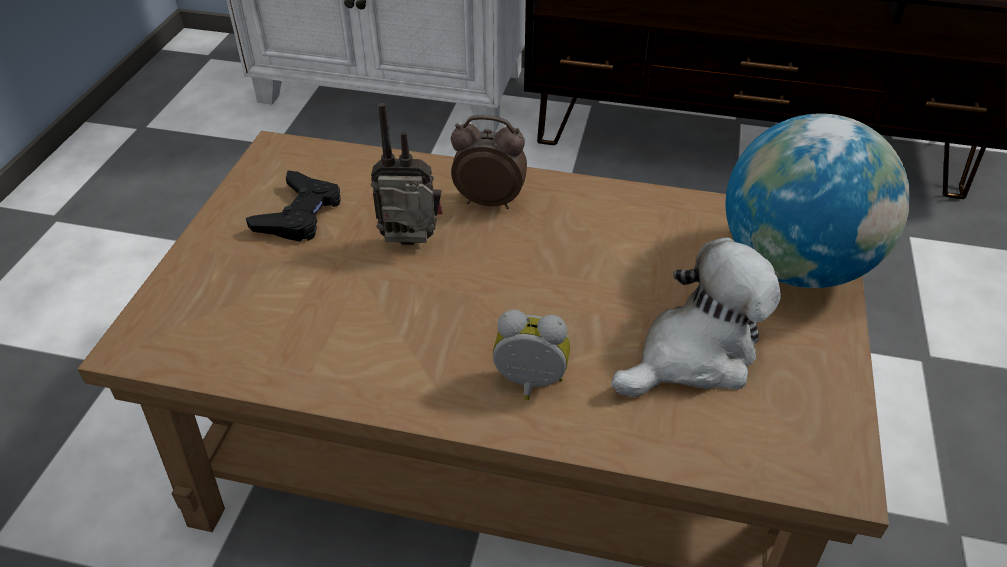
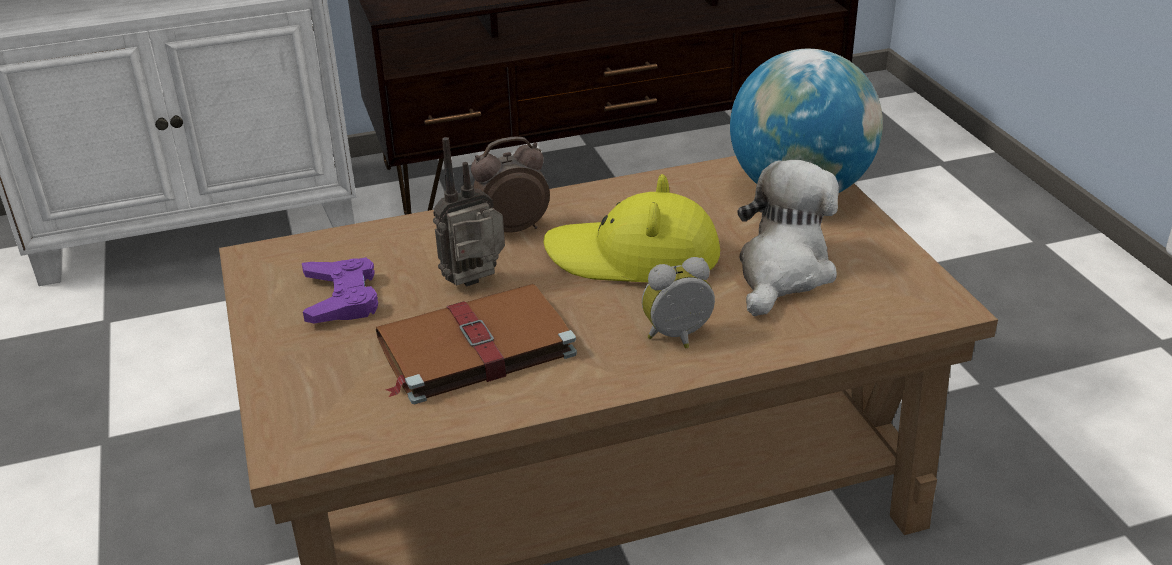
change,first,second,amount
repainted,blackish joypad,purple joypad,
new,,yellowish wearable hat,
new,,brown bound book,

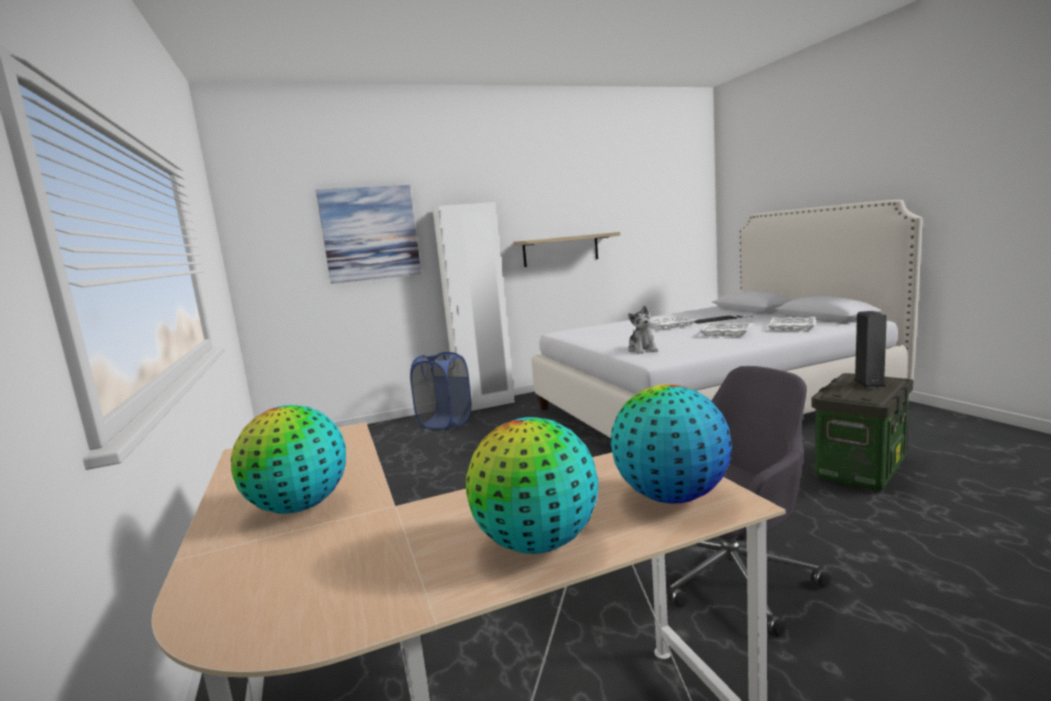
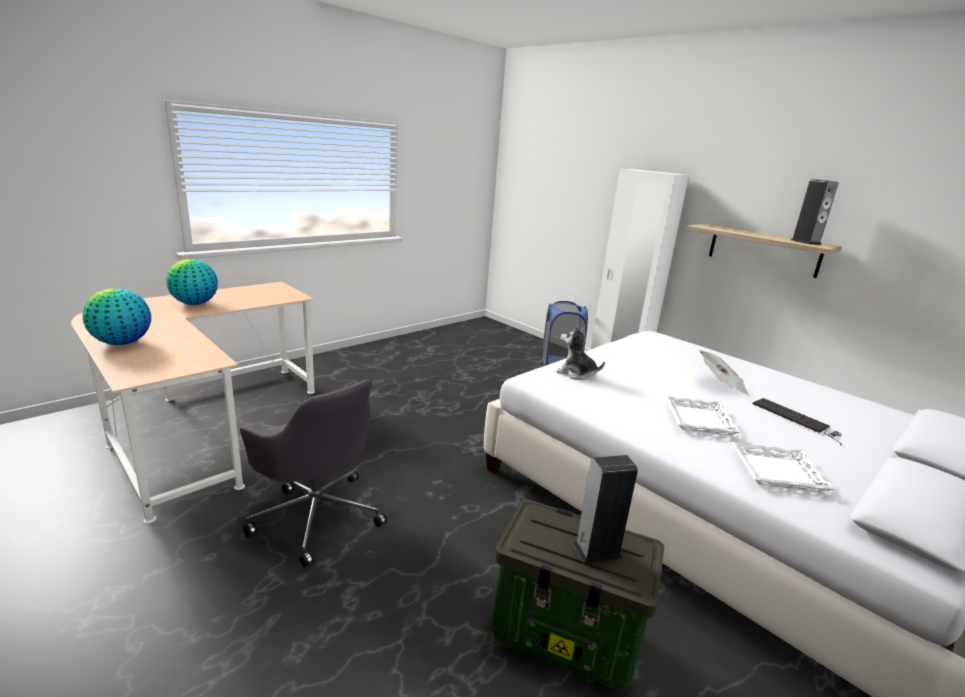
change,first,second,amount
gone,picture,,
rotated,cuddly toy,,60 degrees clockwise
swapped,white serving tray (no. 1 from left),daily paper,
gone,globe (no. 3 from left),,
new,,speaker (no. 2 from left),

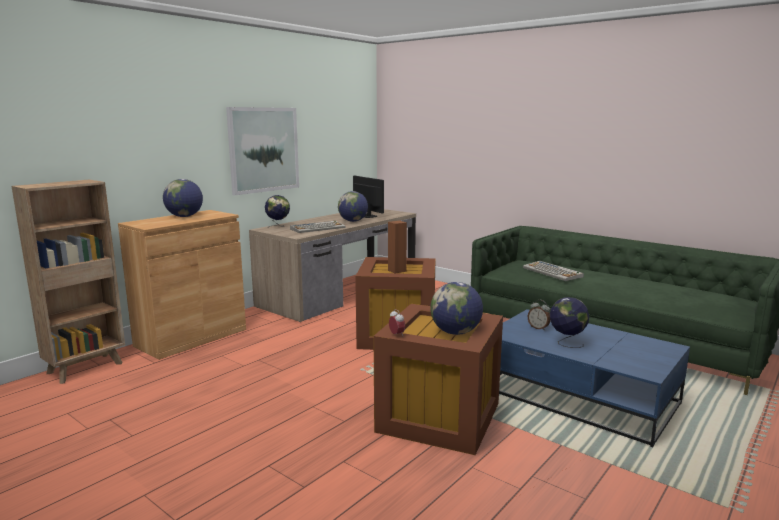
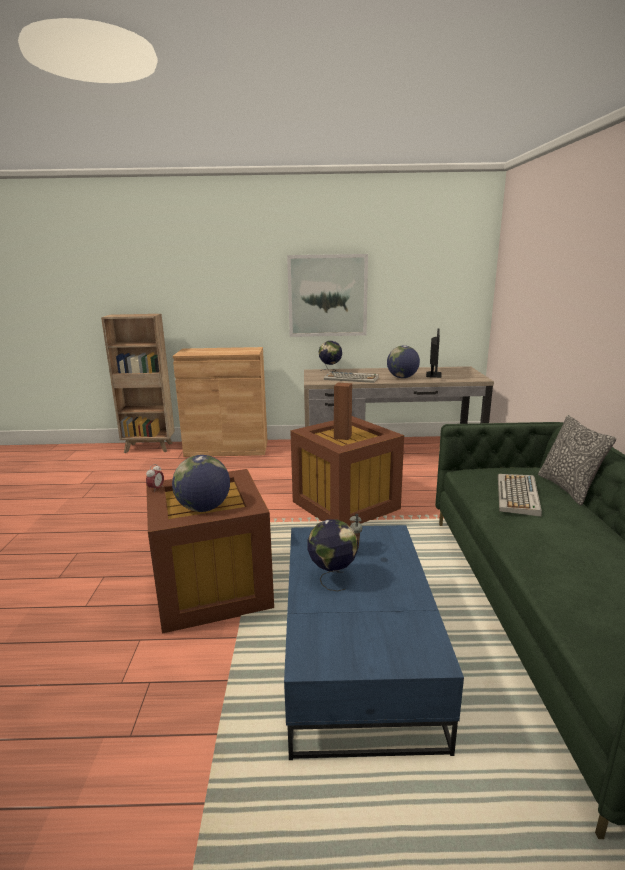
change,first,second,amount
gone,globe (no. 1 from left),,
new,,cushion,

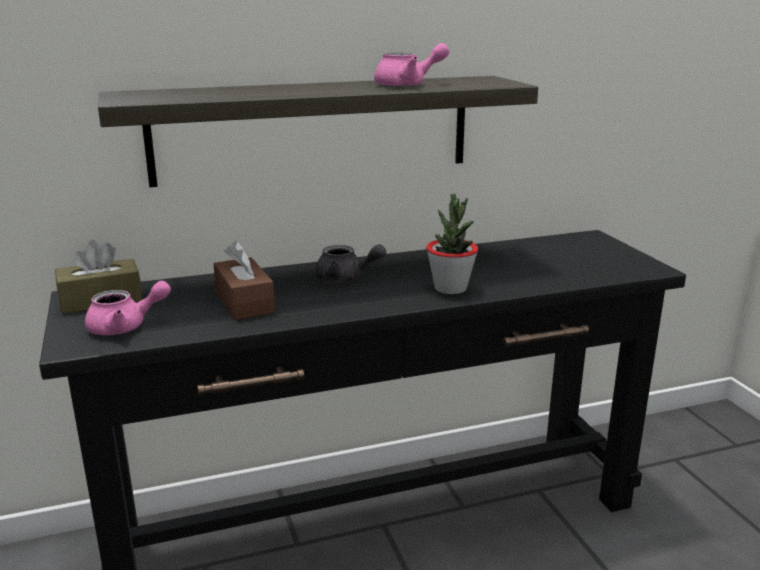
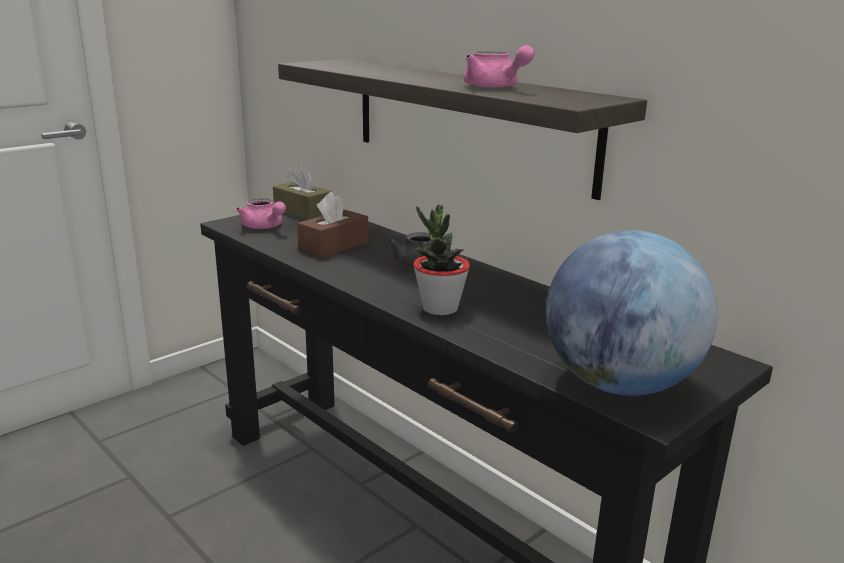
change,first,second,amount
new,,globe,

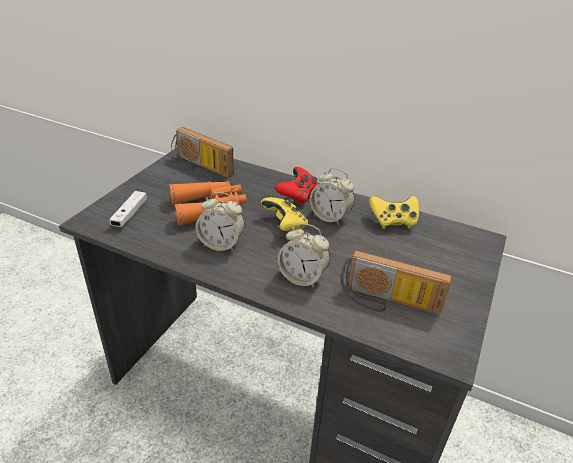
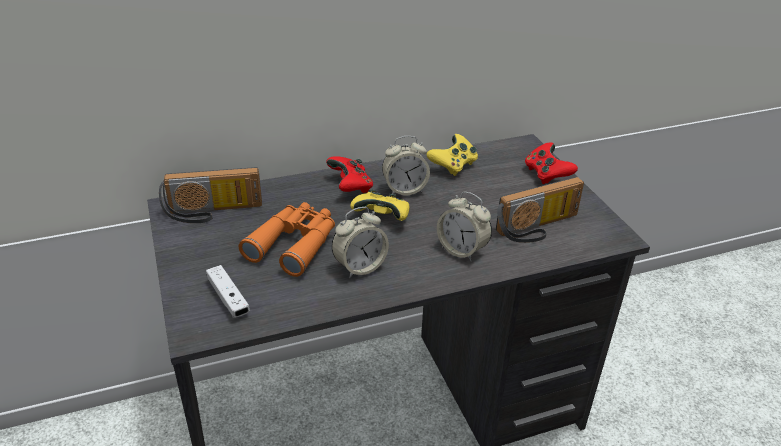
change,first,second,amount
rotated,table clock (no. 2 from left in the first image),table clock (no. 3 from left),60 degrees clockwise
new,,red joypad (no. 2 from left),

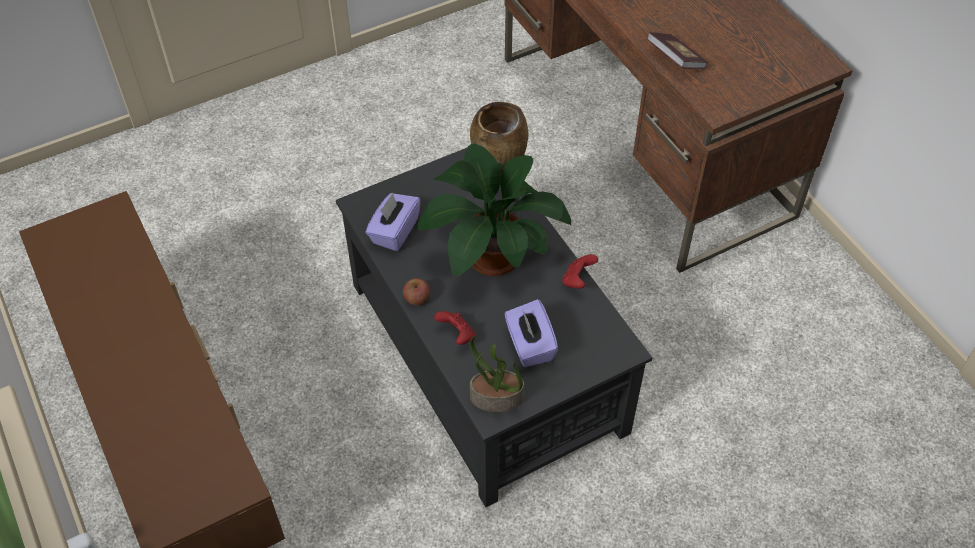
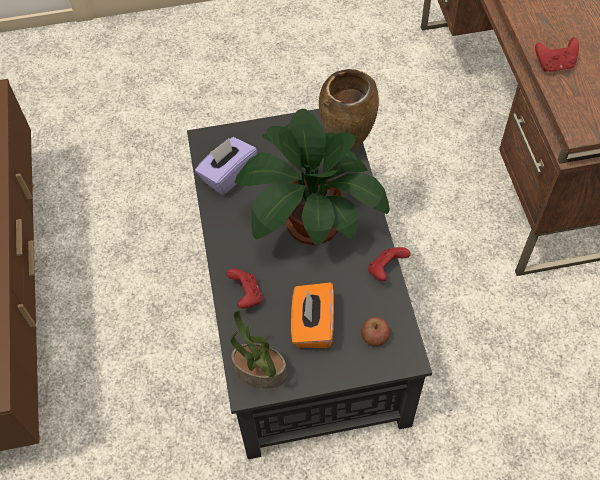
change,first,second,amount
swapped,bound book,red joypad (no. 3 from left),
shifted,apple,,
repainted,purple box of tissues (no. 2 from left),orange-coloured box of tissues,

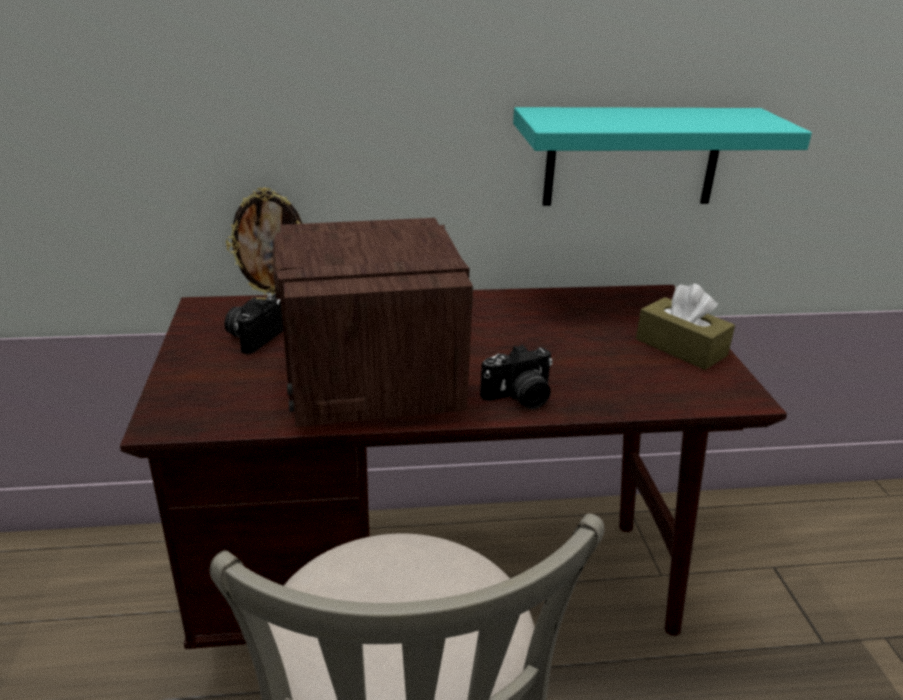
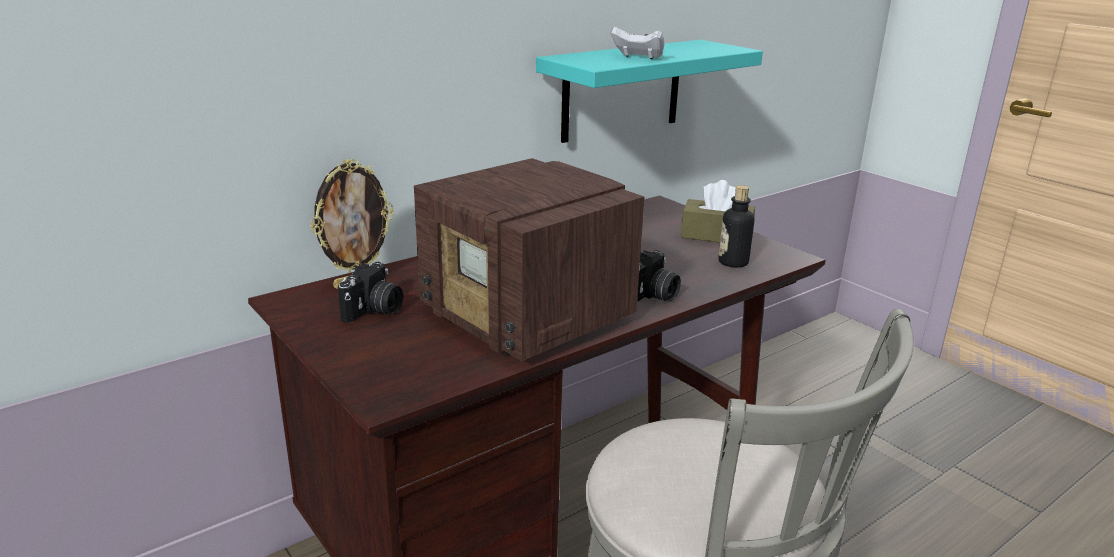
change,first,second,amount
rotated,still camera (no. 1 from left),,150 degrees counterclockwise
new,,white joypad,
new,,drink bottle,

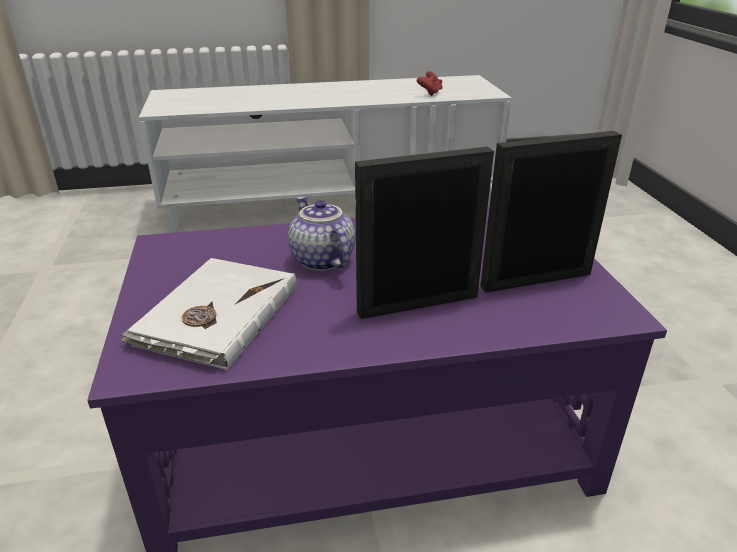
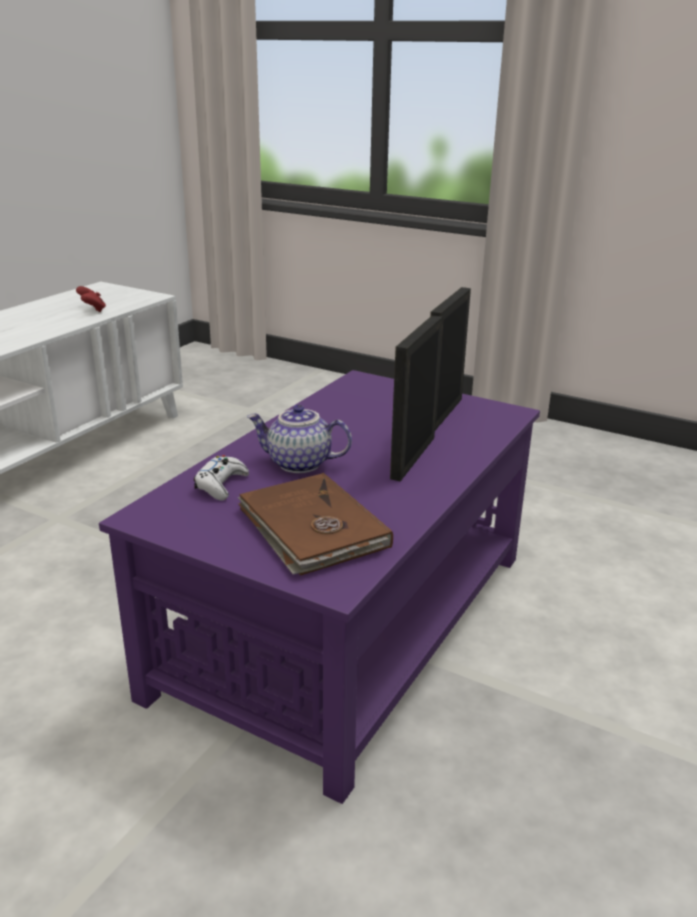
change,first,second,amount
repainted,white bound book,brown bound book,
new,,white joypad,

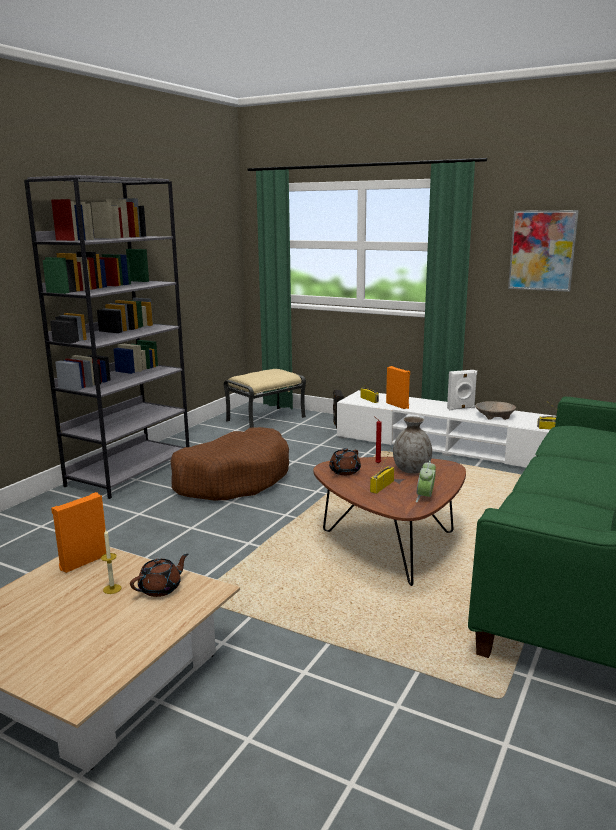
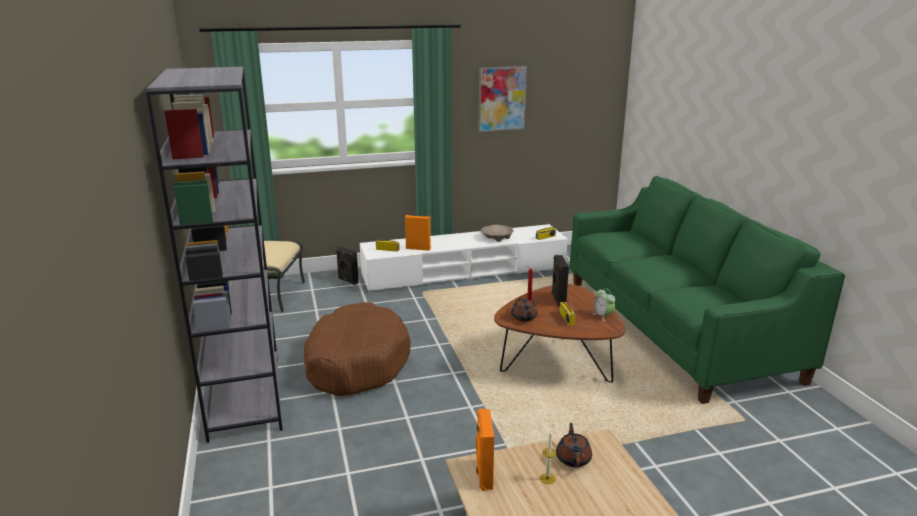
change,first,second,amount
gone,white speaker,,
swapped,grey vase,blackish speaker (no. 2 from left),

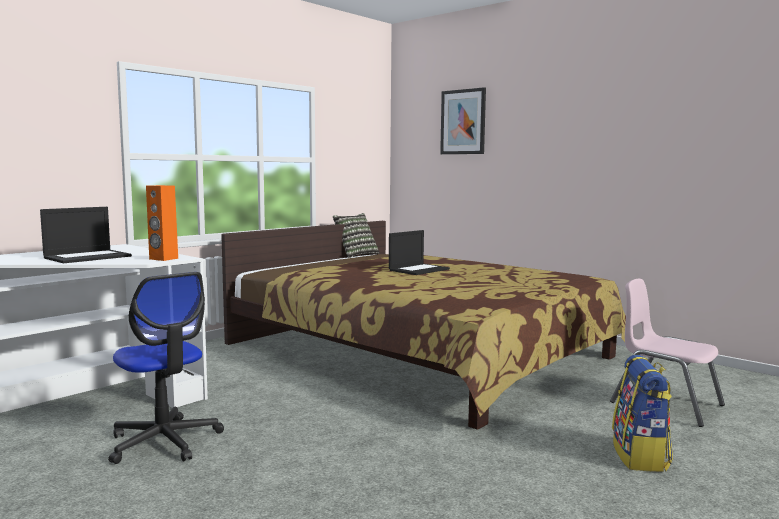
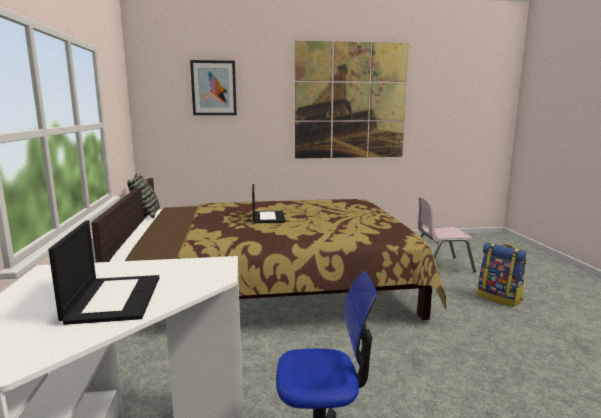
change,first,second,amount
gone,orange-coloured speaker,,
new,,picture (no. 2 from left),

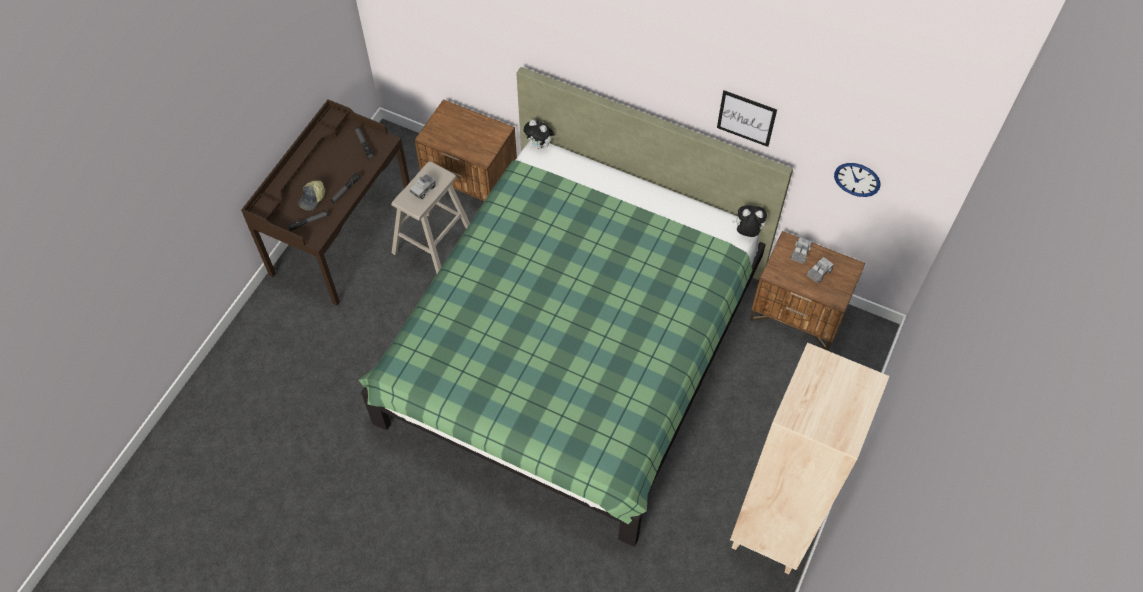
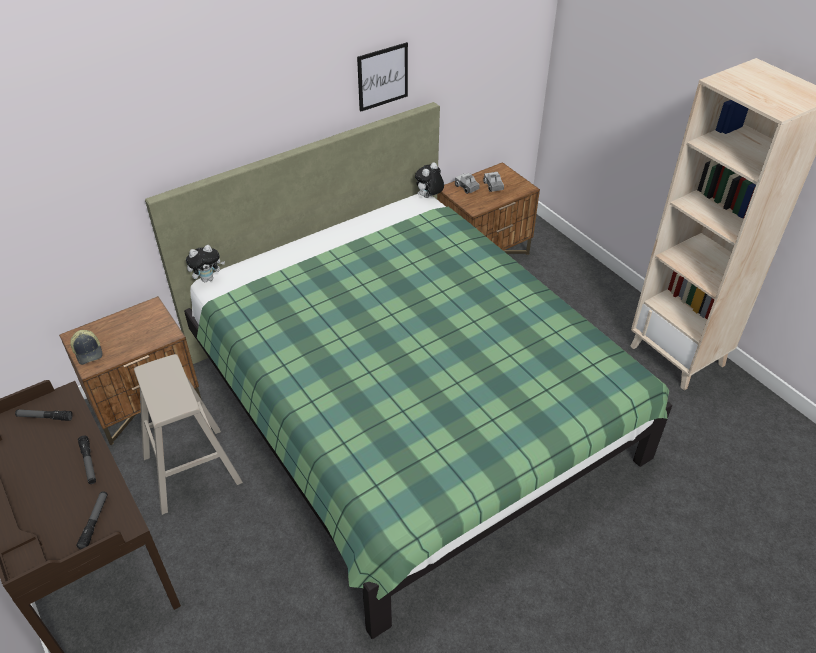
change,first,second,amount
gone,wall clock,,
gone,toy lorry (no. 1 from left),,
shifted,peaked cap,,

